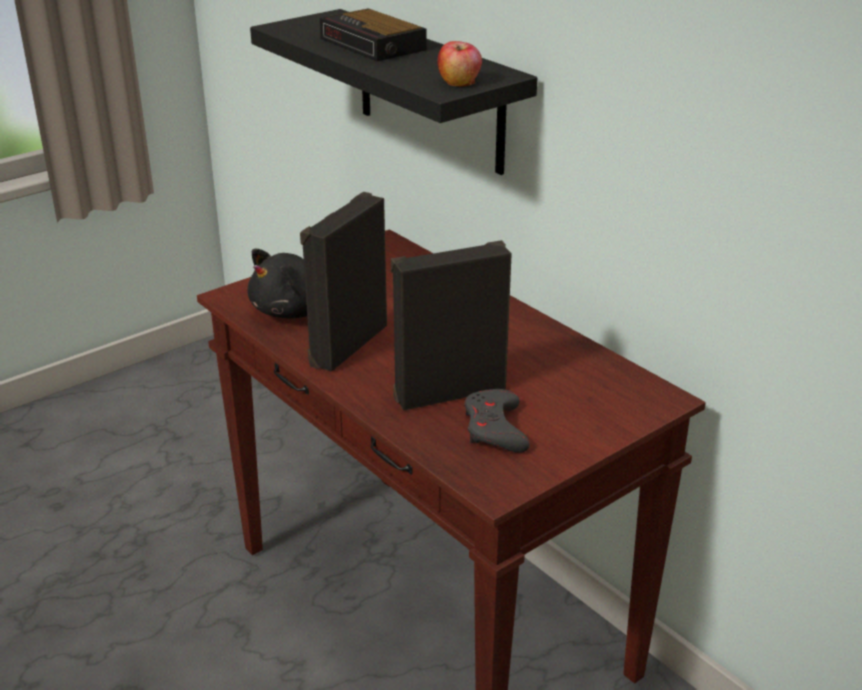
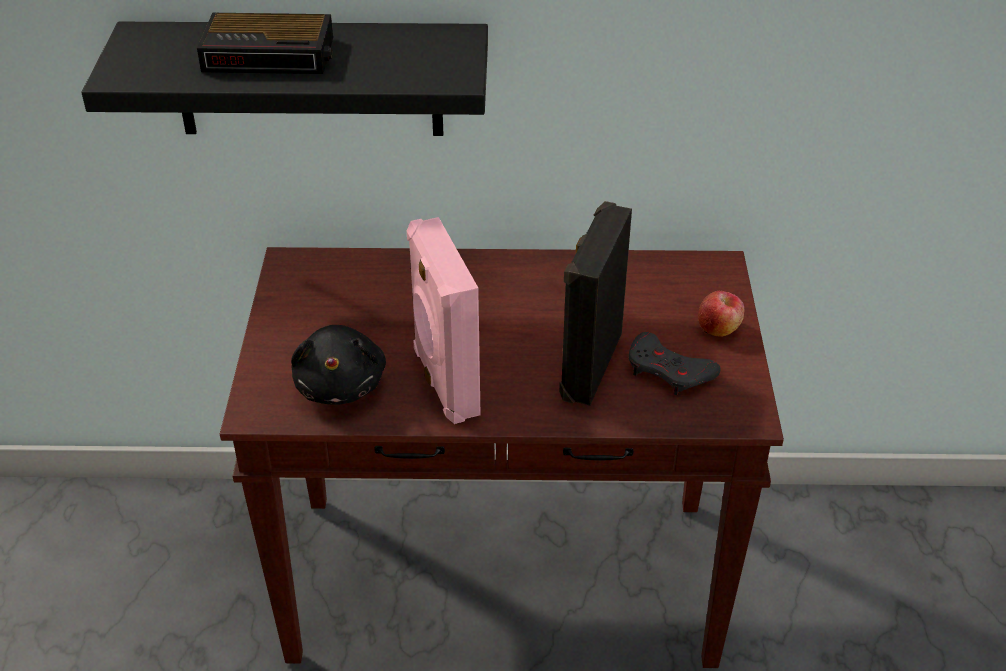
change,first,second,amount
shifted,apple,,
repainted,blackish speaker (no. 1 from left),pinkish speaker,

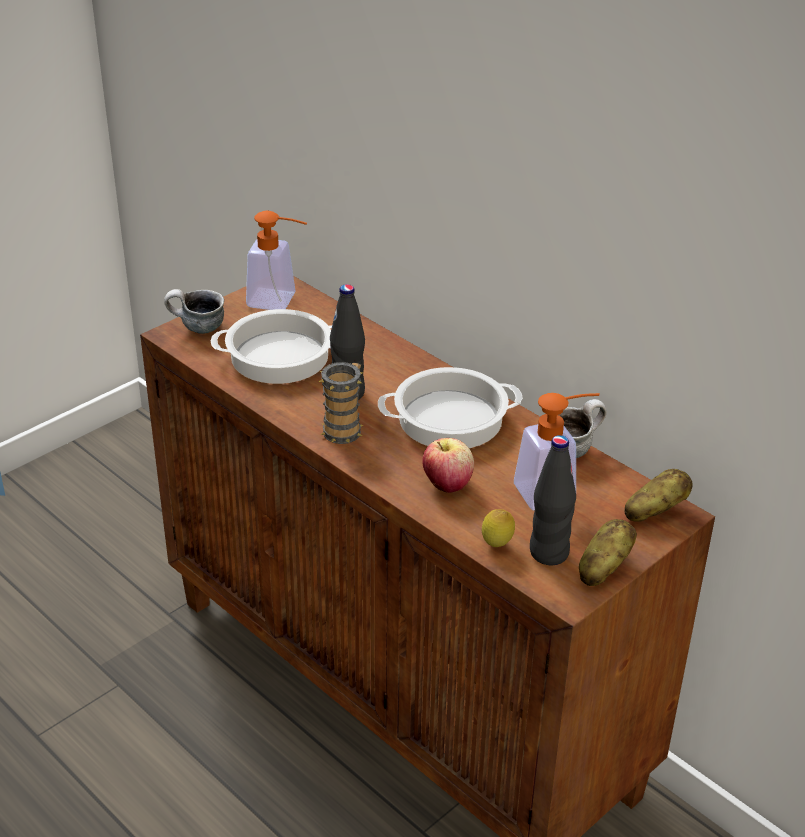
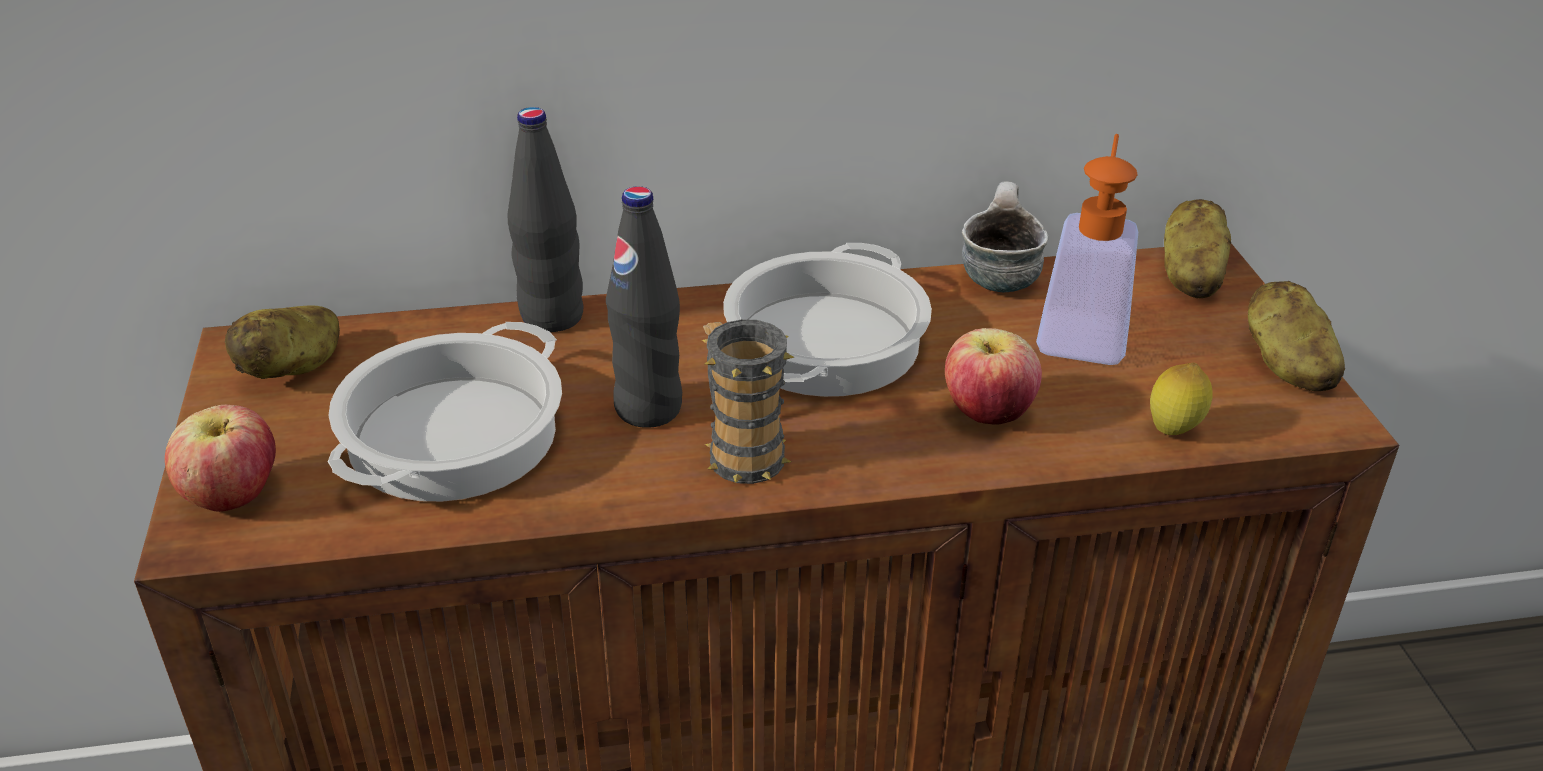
change,first,second,amount
swapped,soap bottle (no. 1 from left),potato (no. 1 from left),
swapped,tea mug (no. 1 from left),apple (no. 1 from left),
shifted,blackish drink bottle (no. 2 from left in the first image),blackish drink bottle (no. 1 from left),

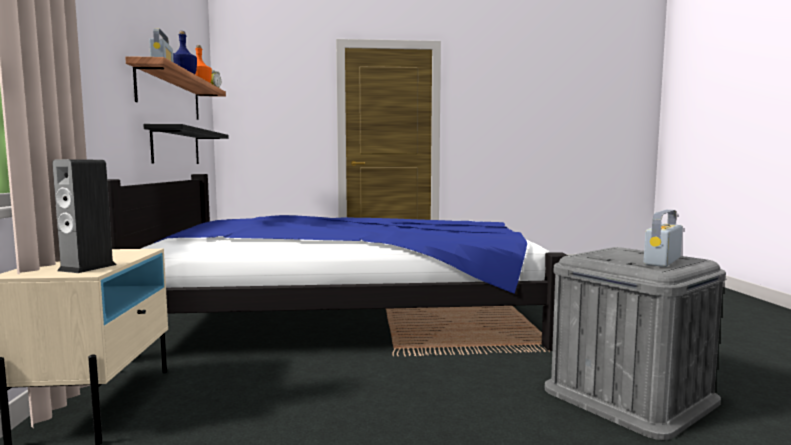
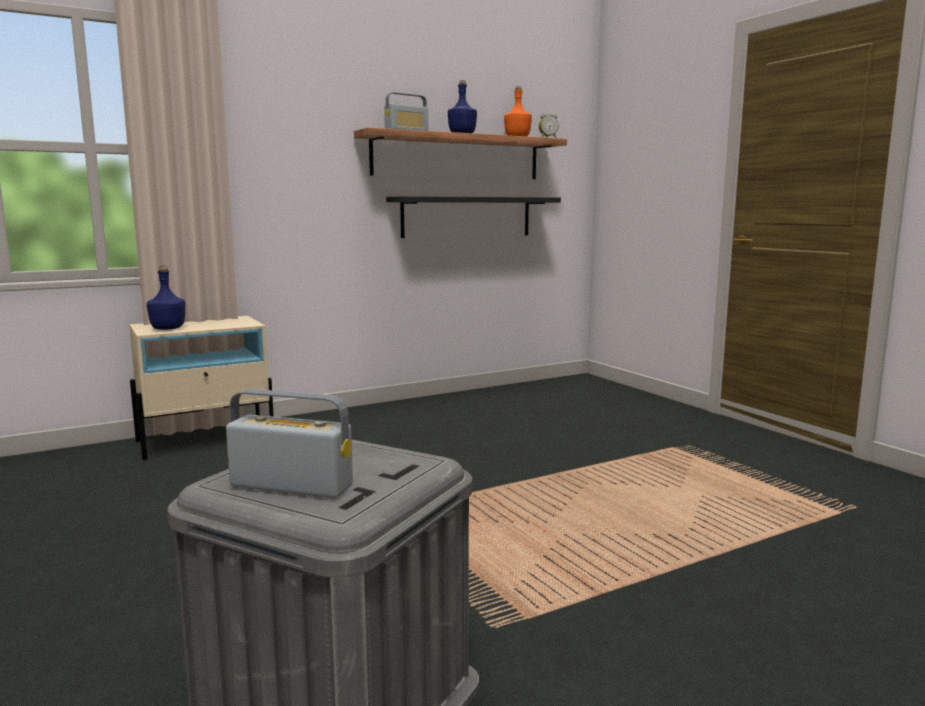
change,first,second,amount
swapped,speaker,blue drink bottle (no. 1 from left),
gone,bedroom bed,,

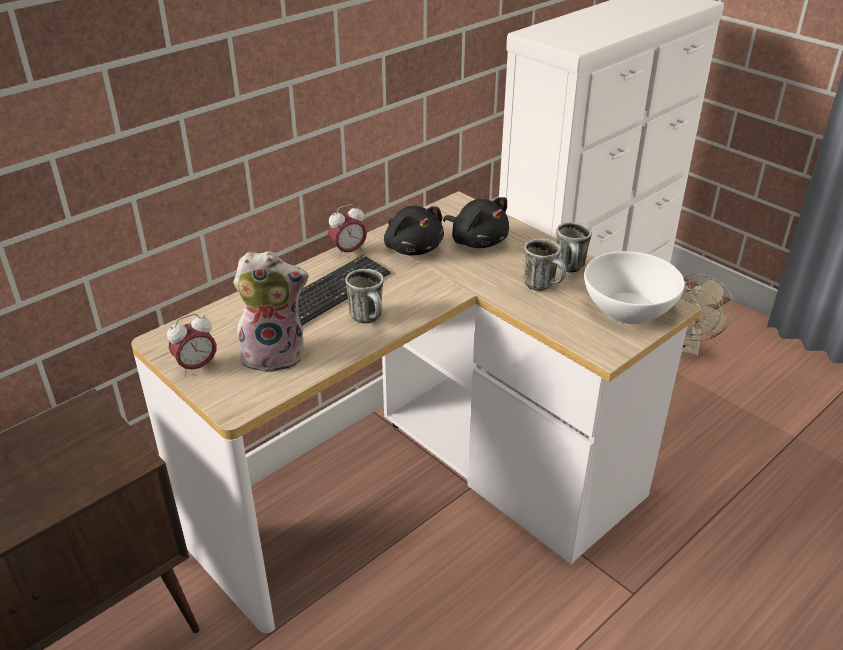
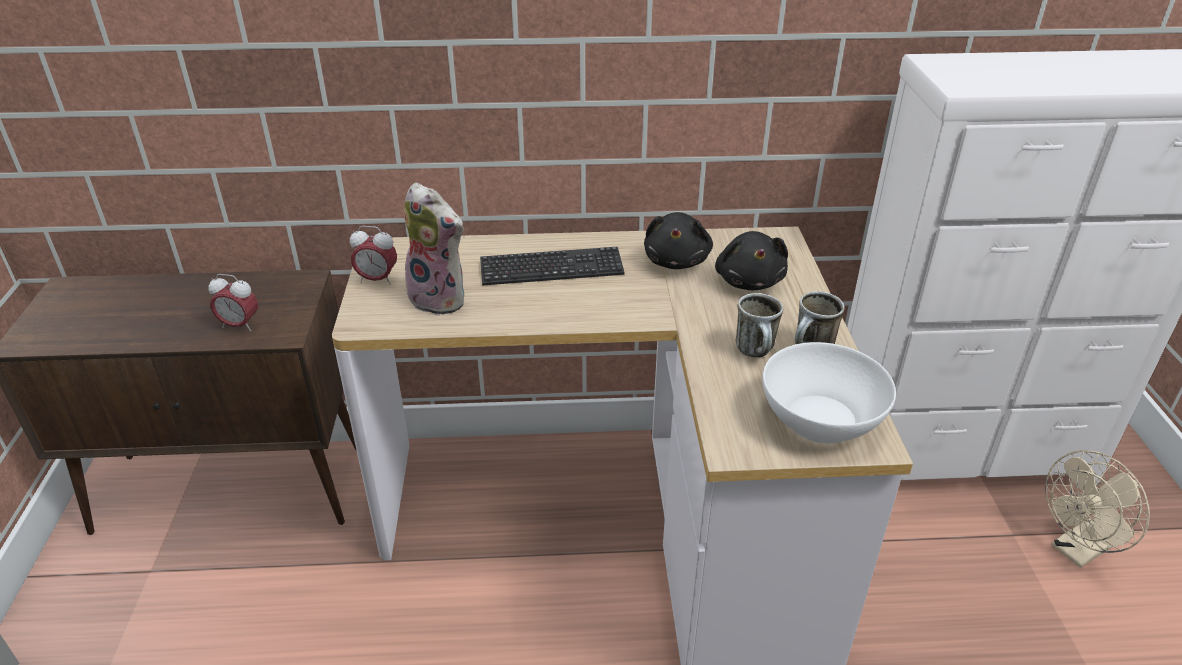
change,first,second,amount
shifted,table clock (no. 2 from left in the first image),table clock (no. 1 from left),
gone,tea mug (no. 1 from left),,

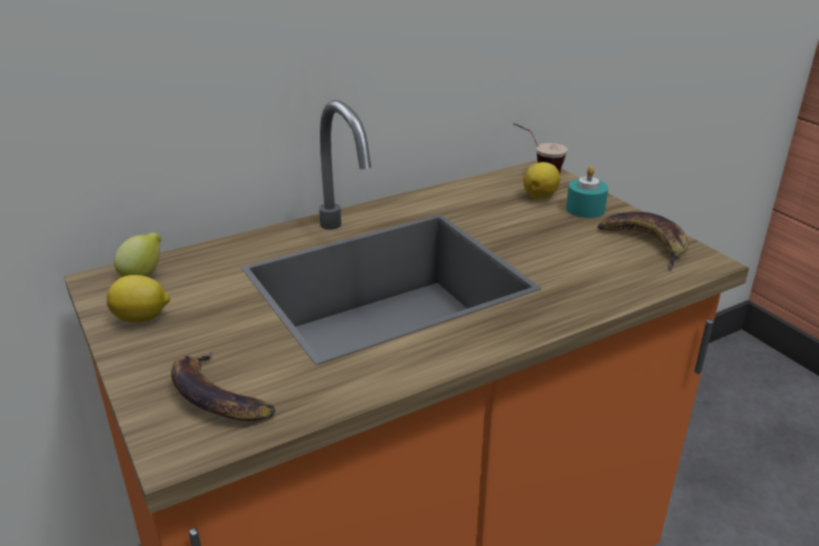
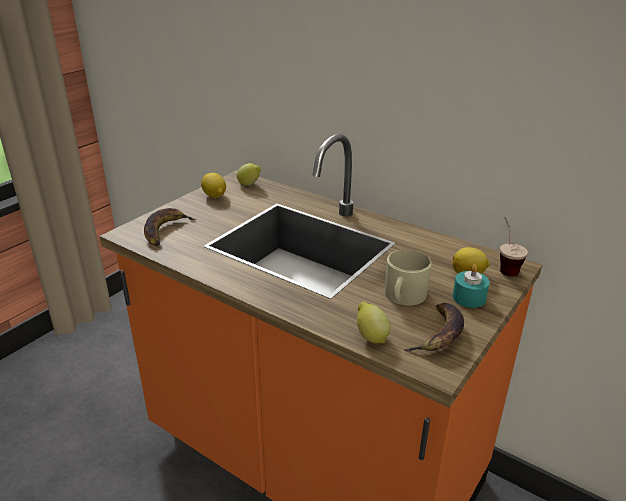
change,first,second,amount
new,,sand-coloured tea mug,
new,,citrus fruit (no. 3 from left),

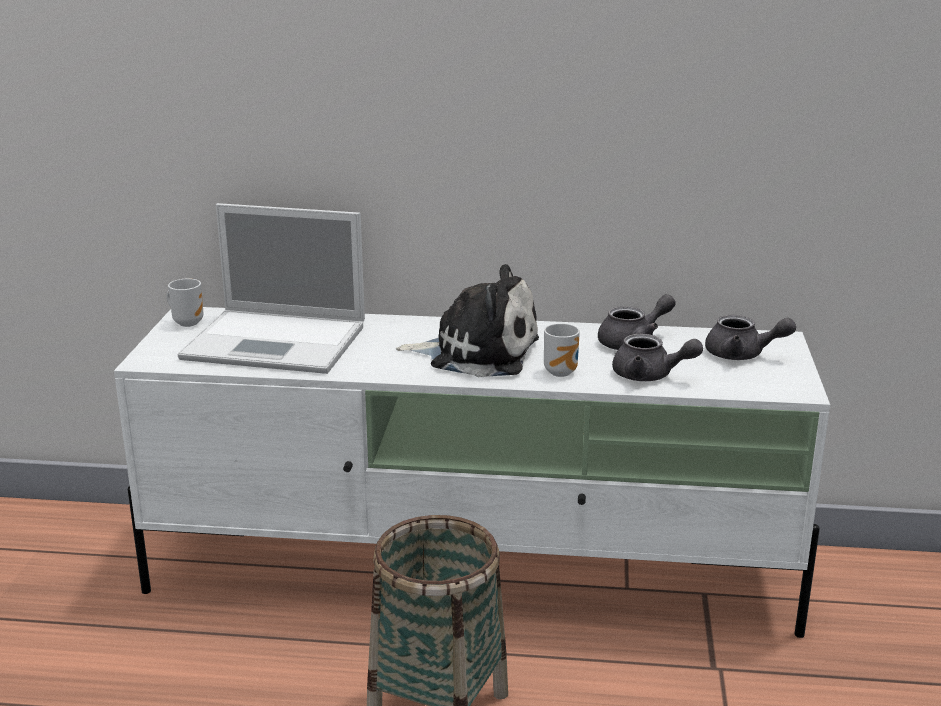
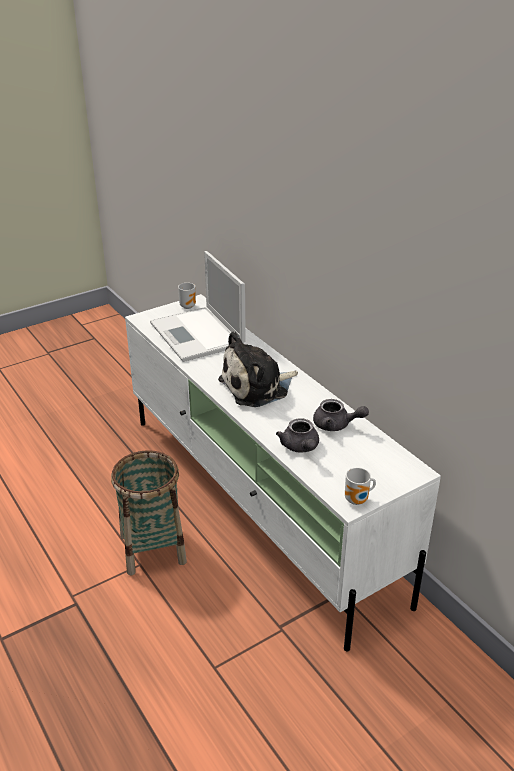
change,first,second,amount
rotated,cuddly toy,,90 degrees clockwise
gone,grey tea pot (no. 3 from left),,
shifted,tea mug (no. 2 from left),,

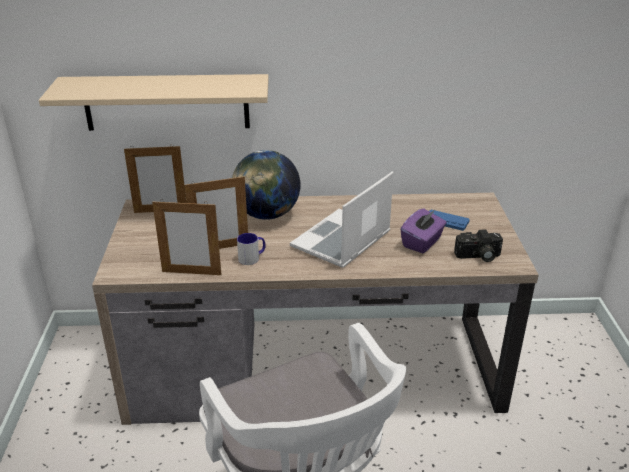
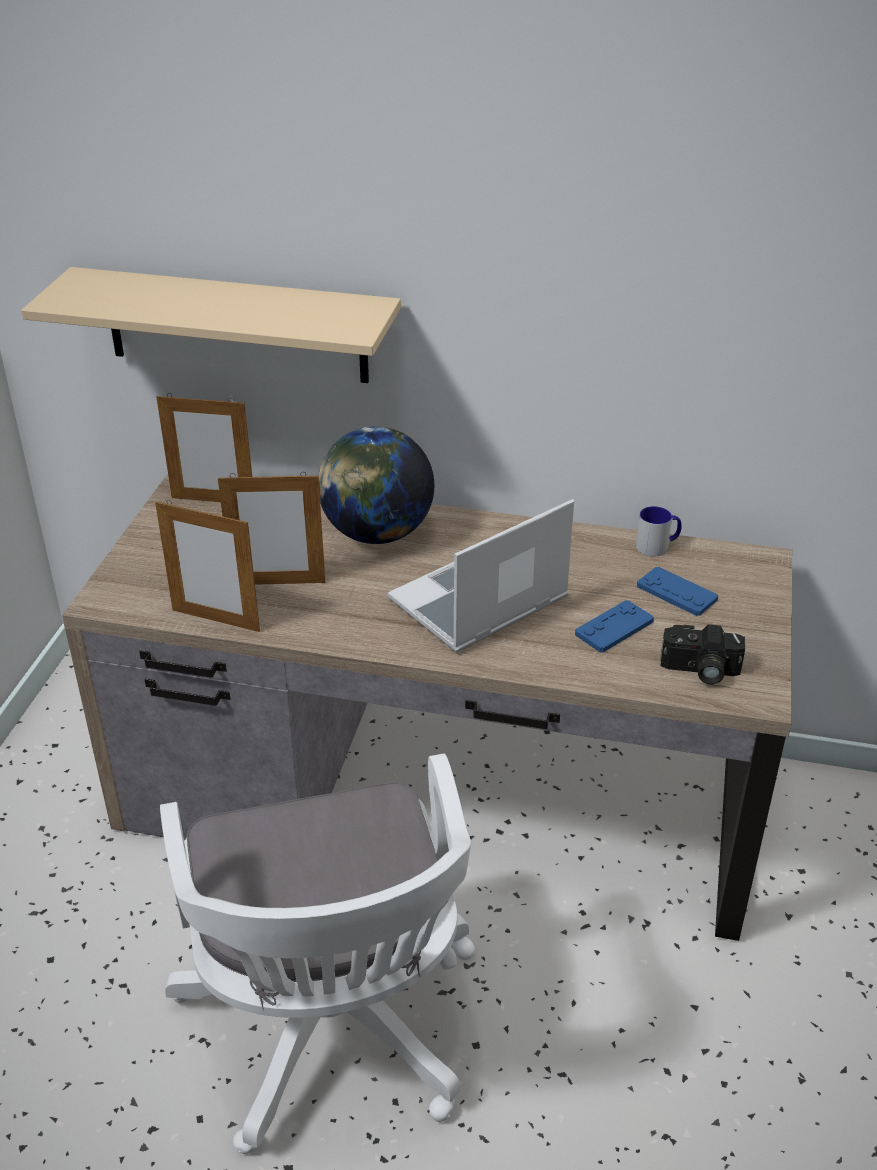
change,first,second,amount
swapped,purple box of tissues,blue joypad (no. 1 from left),
shifted,tea mug,,

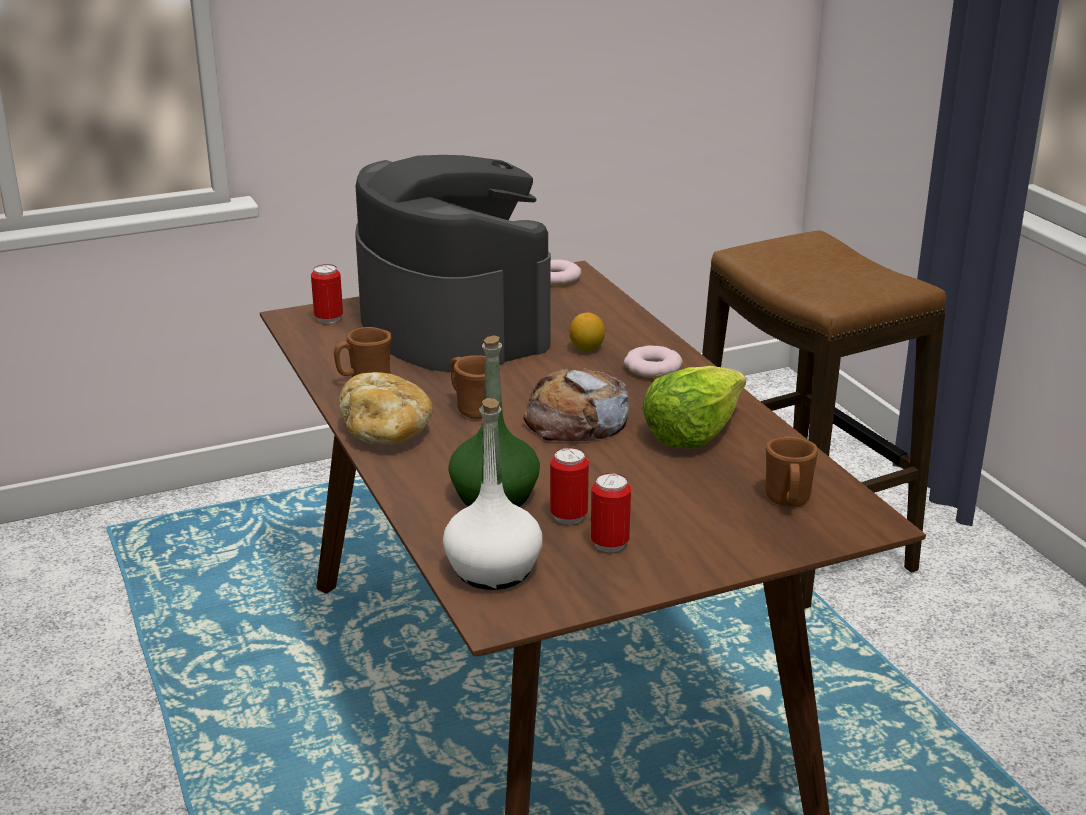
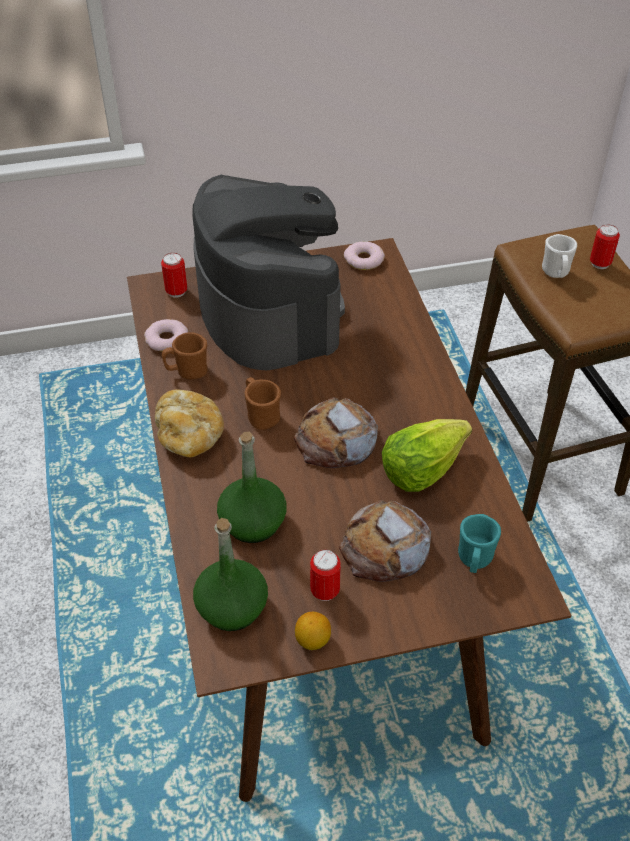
change,first,second,amount
shifted,citrus fruit,,
shifted,ring doughnut (no. 2 from left in the first image),ring doughnut (no. 1 from left),
repainted,white drink bottle,greenish drink bottle (no. 1 from left),
repainted,brown tea mug (no. 3 from left),blue-green tea mug,
shifted,sealed can (no. 2 from left in the first image),sealed can (no. 3 from left),
new,,white tea mug,
new,,baked bread (no. 3 from left),

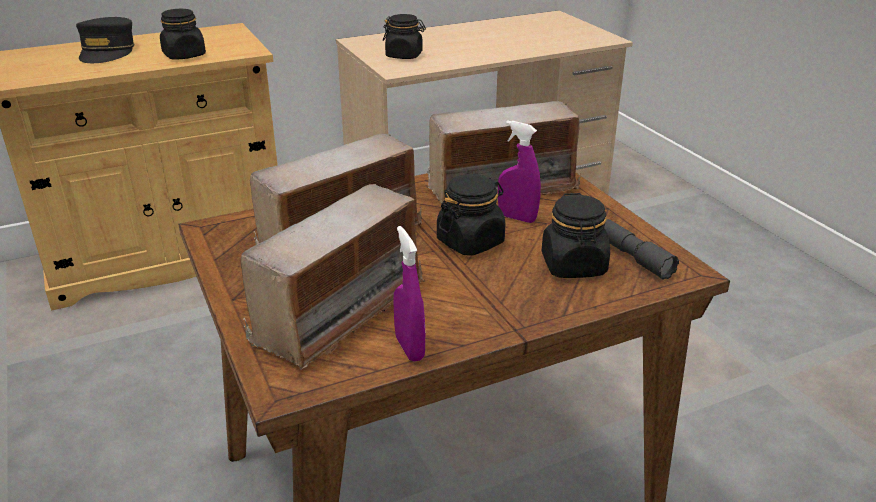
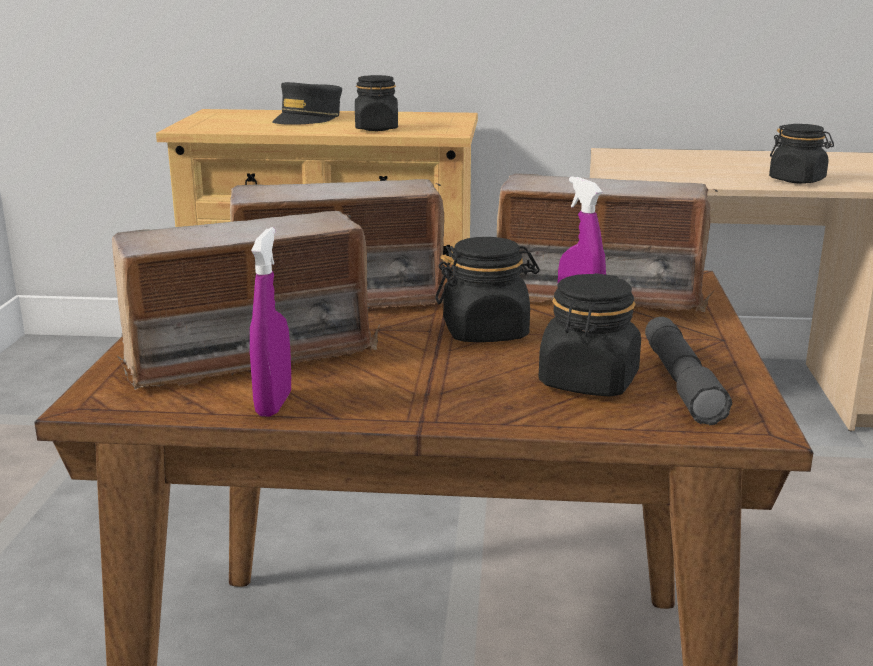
change,first,second,amount
shifted,blackish jar (no. 2 from left in the first image),blackish jar (no. 4 from left),

